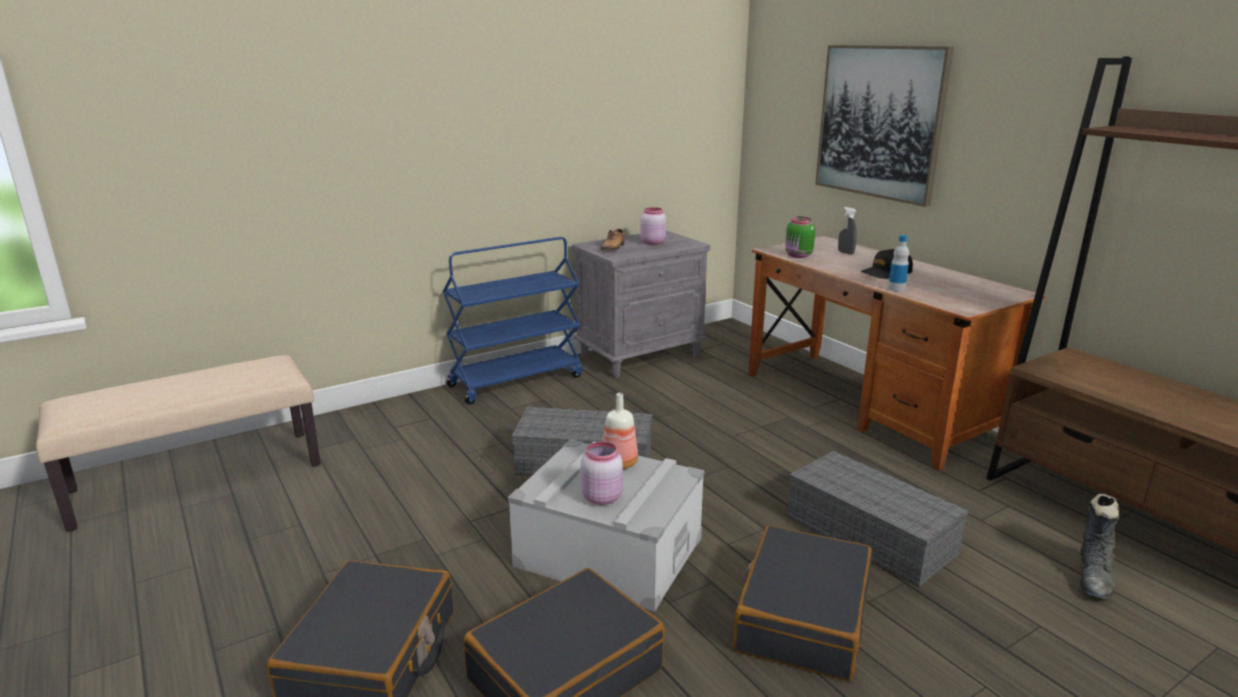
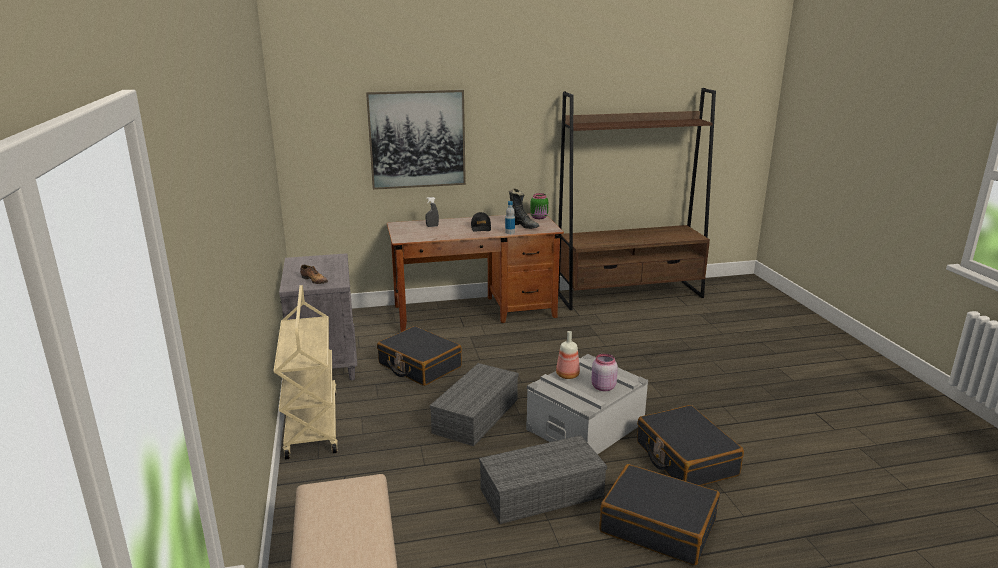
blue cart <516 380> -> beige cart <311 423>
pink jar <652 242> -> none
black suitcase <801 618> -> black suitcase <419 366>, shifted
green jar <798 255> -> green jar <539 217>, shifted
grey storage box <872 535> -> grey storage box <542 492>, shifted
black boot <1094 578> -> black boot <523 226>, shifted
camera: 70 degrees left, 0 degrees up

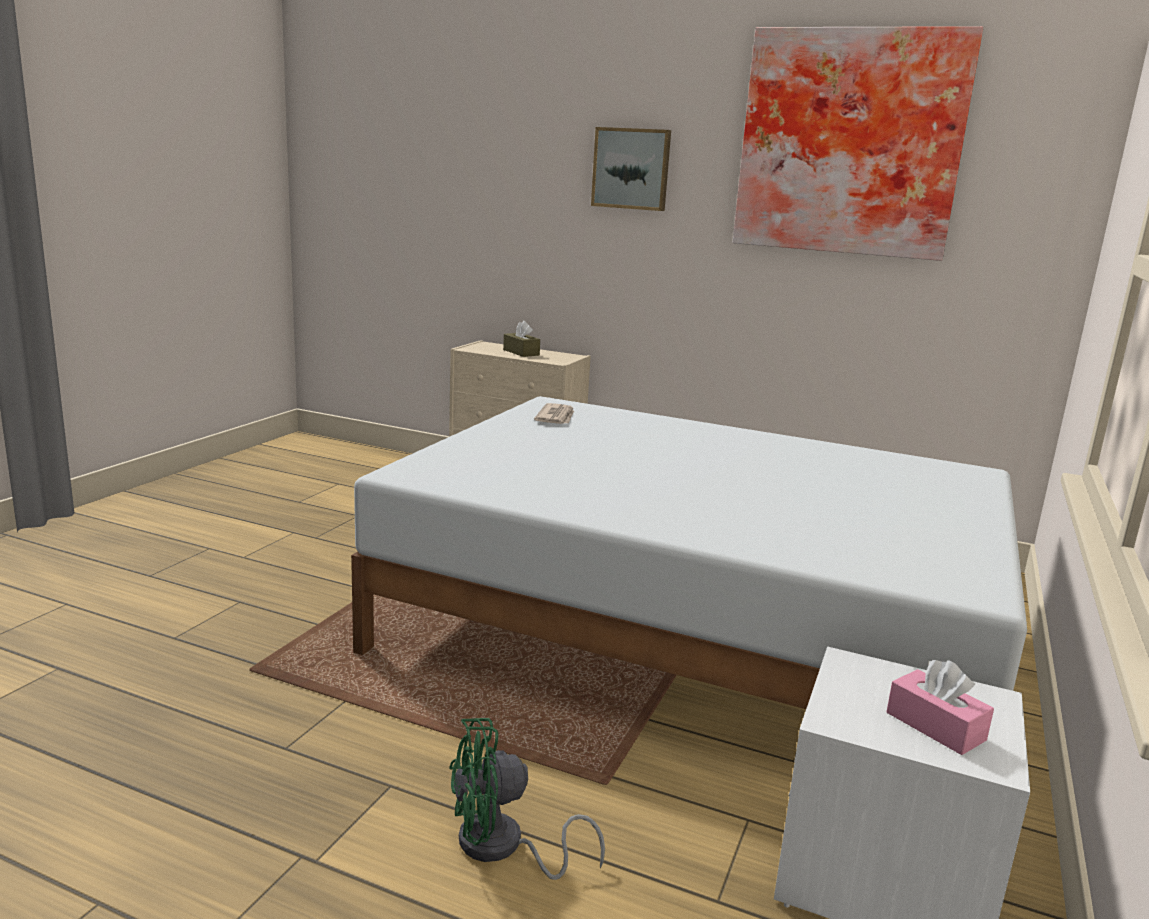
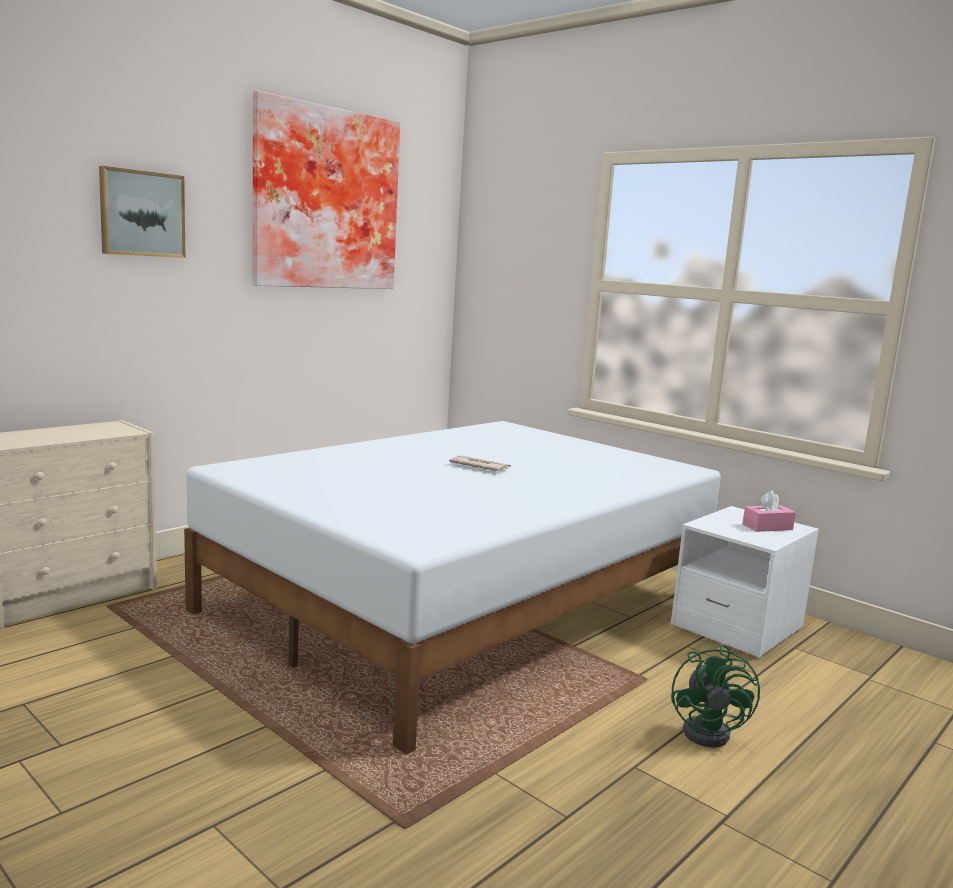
brown tissue box <521 352> -> none
newspaper <556 417> -> newspaper <479 466>, shifted
camera: 70 degrees left, 5 degrees down

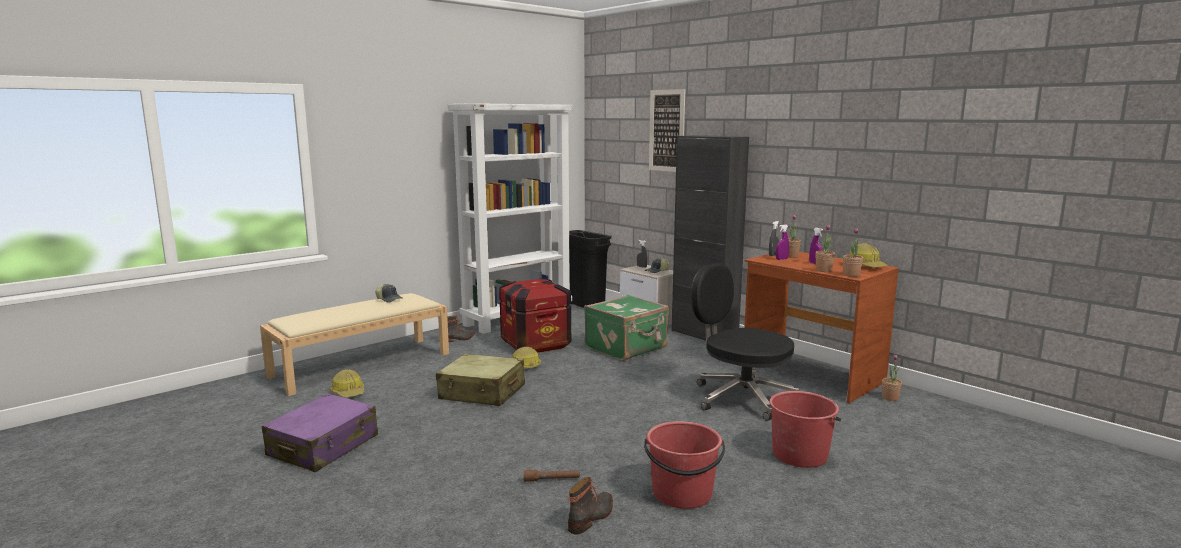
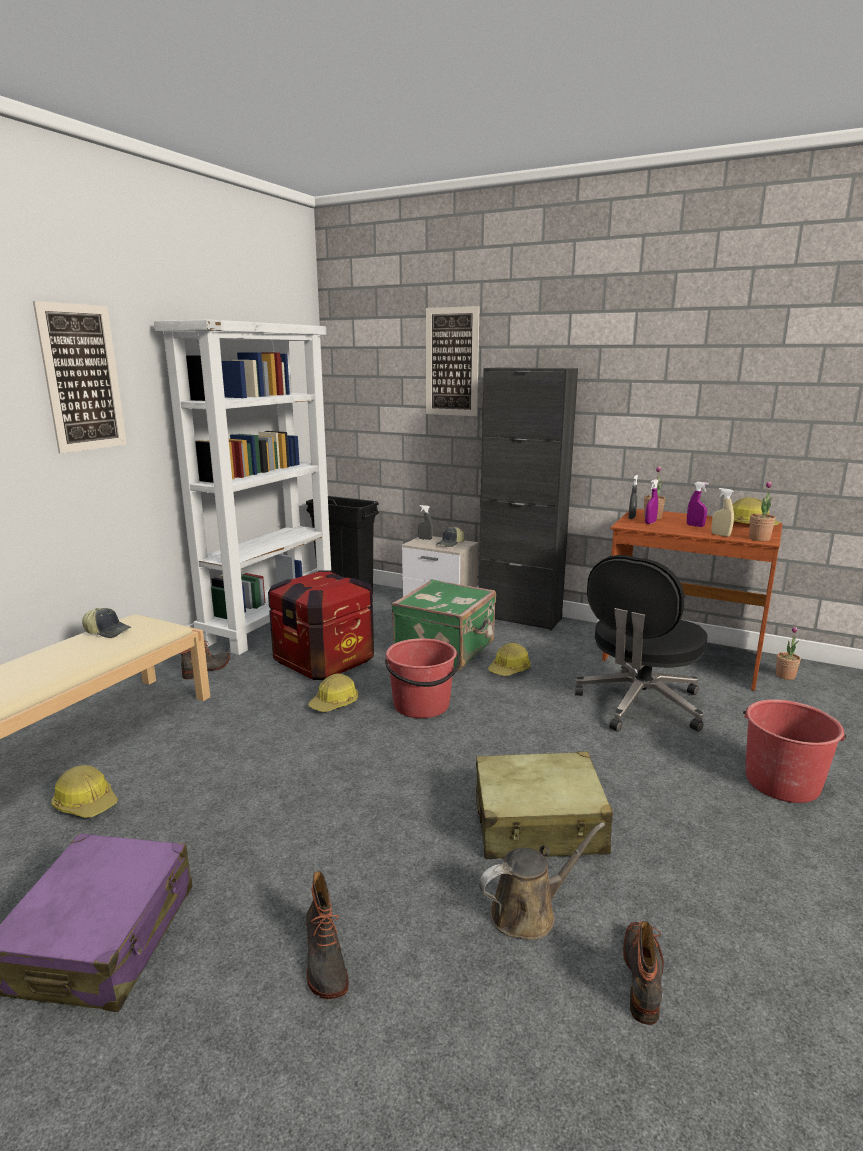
beige suitcase <482 392> -> beige suitcase <539 824>, shifted
brown flashlight <551 480> -> brown watering can <529 912>
red bucket <682 494> -> red bucket <422 705>, shifted
black office chair <740 398> -> black office chair <639 704>, 75 degrees counterclockwise
potted plant <823 270> -> beige spray bottle <720 535>
none -> picture <82 378>
none -> boot <324 961>
none -> hard hat <509 669>
camera: 20 degrees left, 5 degrees up

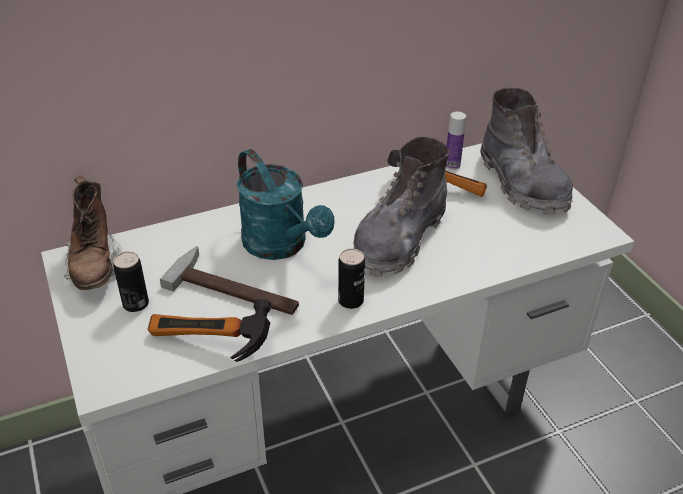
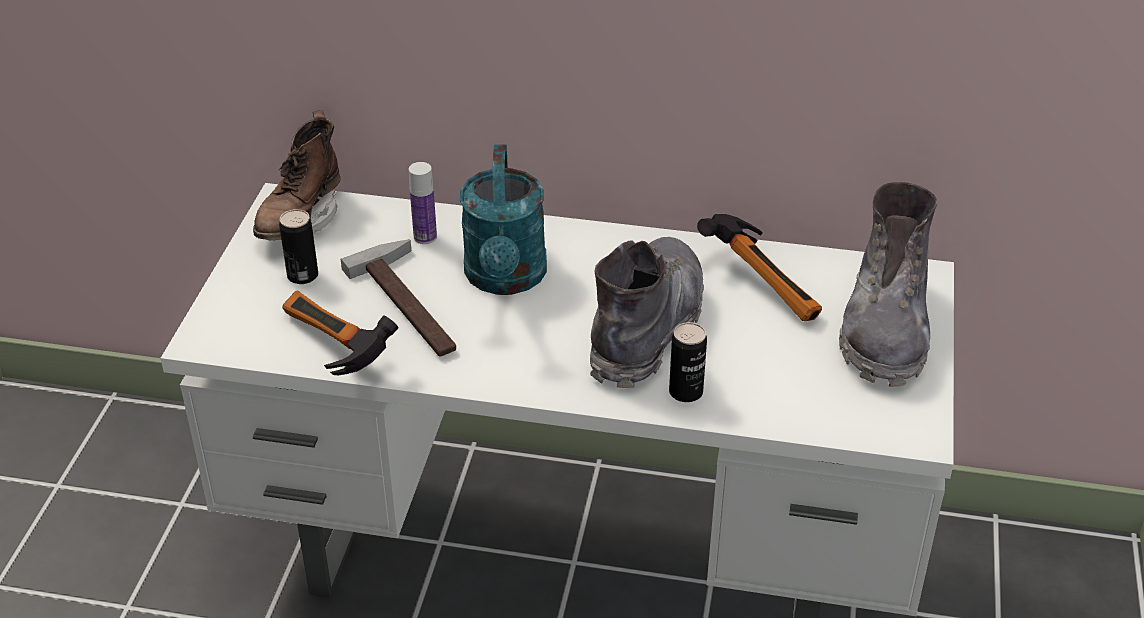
can <350 301> -> can <685 392>, shifted
grey boot <399 239> -> grey boot <647 329>, 135 degrees clockwise
bottle <452 165> -> bottle <425 237>, shifted
camera: 35 degrees right, 0 degrees up

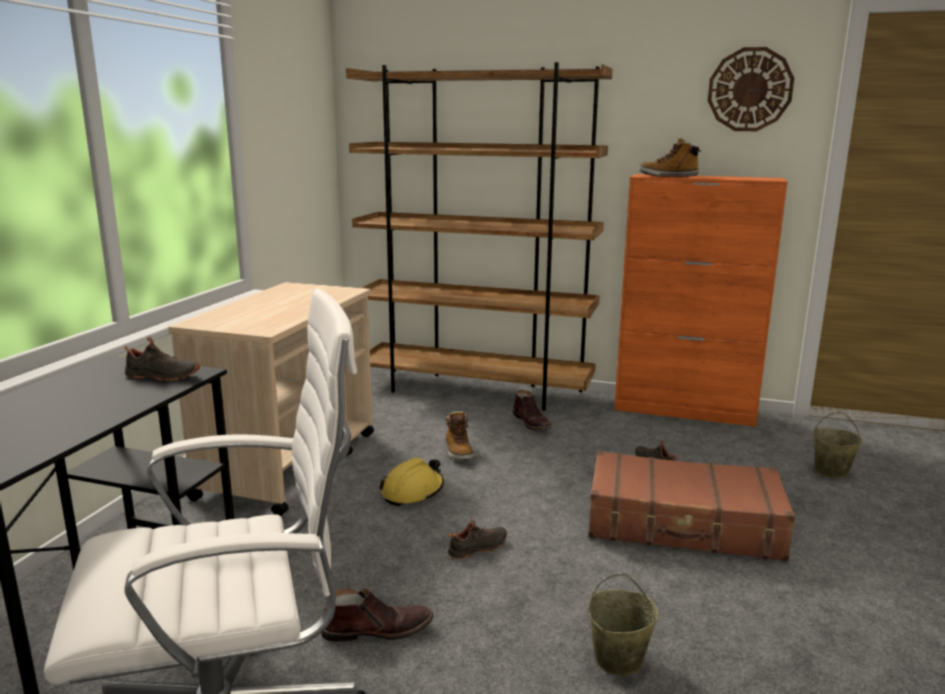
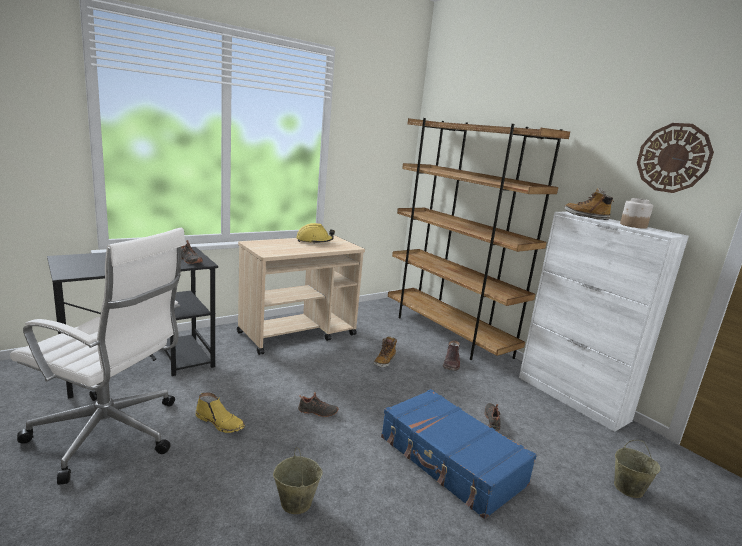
brown boot <377 629> -> yellow boot <220 422>
yellow hard hat <413 492> -> yellow hard hat <314 241>, shifted
brown suitcase <683 525> -> blue suitcase <450 461>
orange cabinet <685 410> -> white cabinet <572 398>
none -> jar <633 226>
camera: 35 degrees right, 0 degrees up

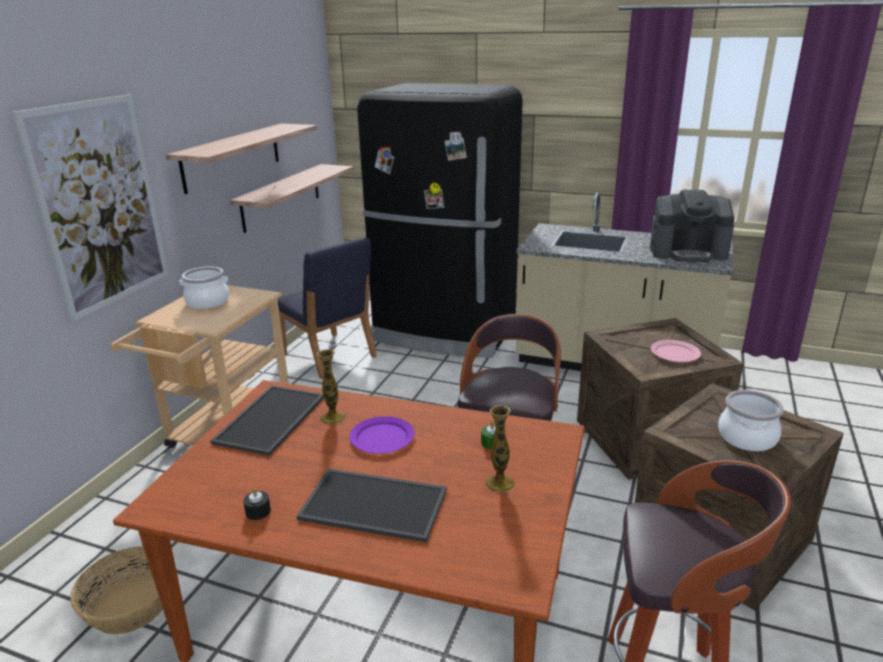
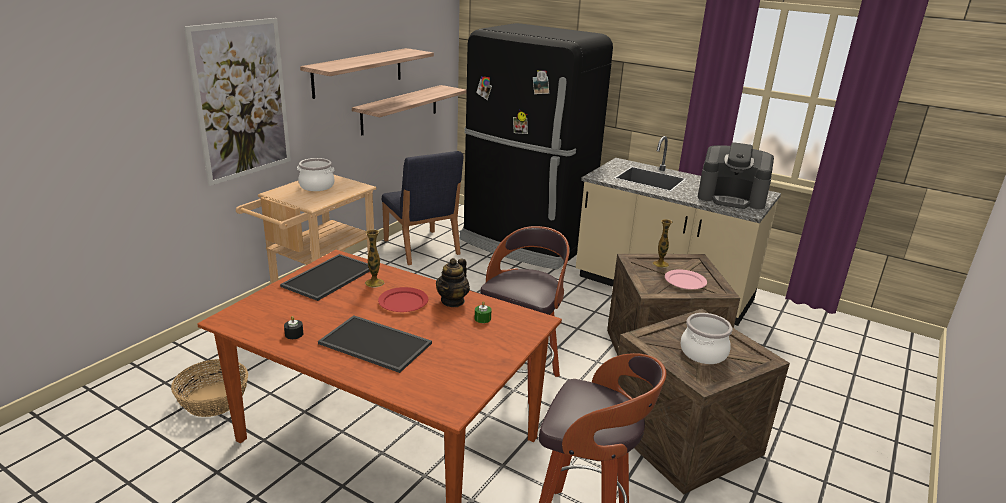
purple plate <381 437> -> red plate <403 302>
vase <500 483> -> vase <660 264>, shifted
none -> teapot <453 301>
camera: 10 degrees right, 0 degrees up

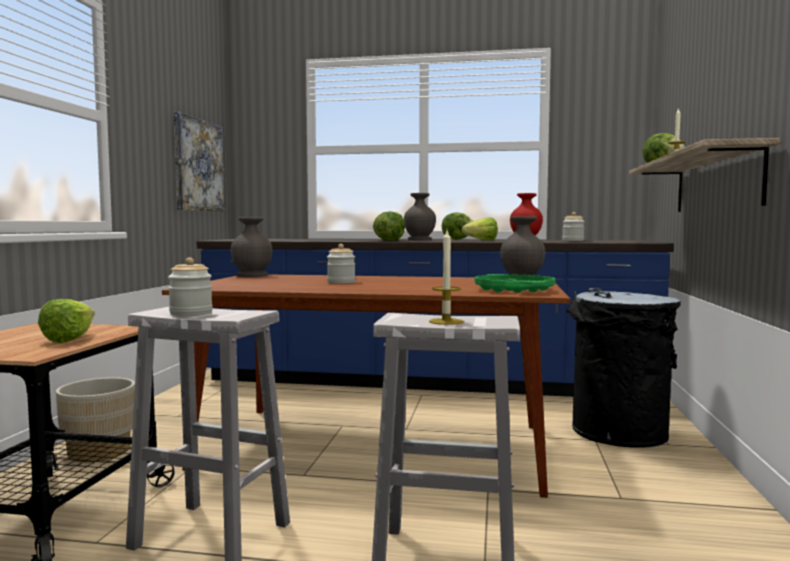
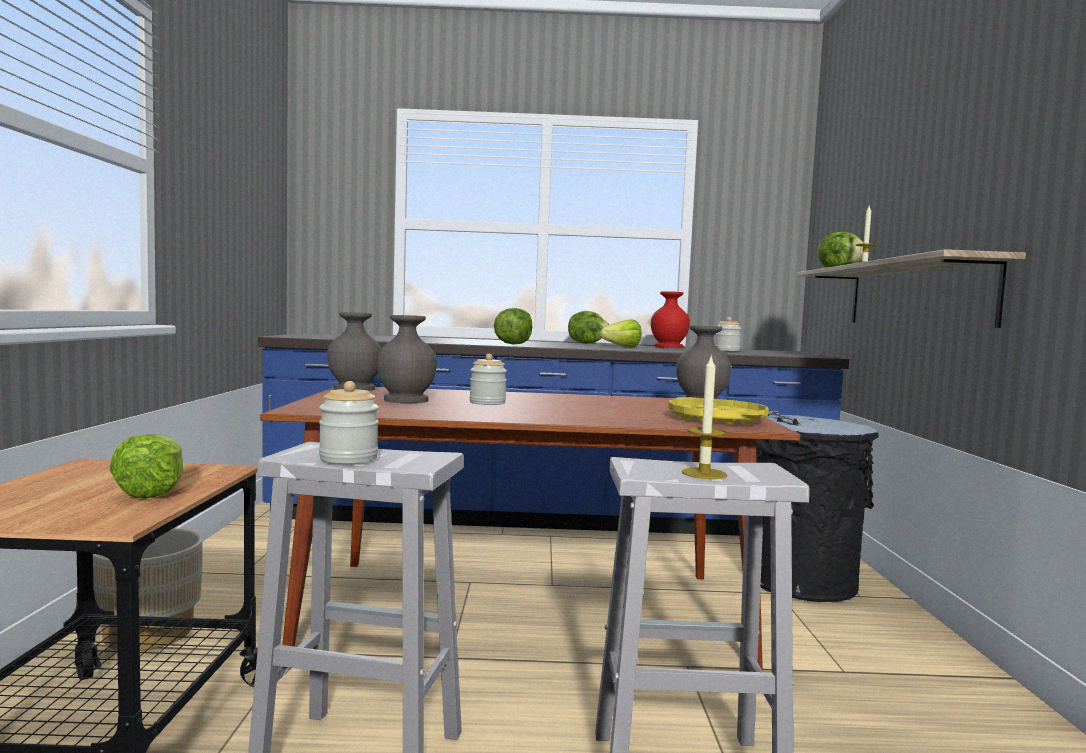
picture <198 165> -> none
grey vase <419 240> -> grey vase <405 400>, shifted
green tray <514 290> -> yellow tray <716 419>
camera: 10 degrees left, 0 degrees up

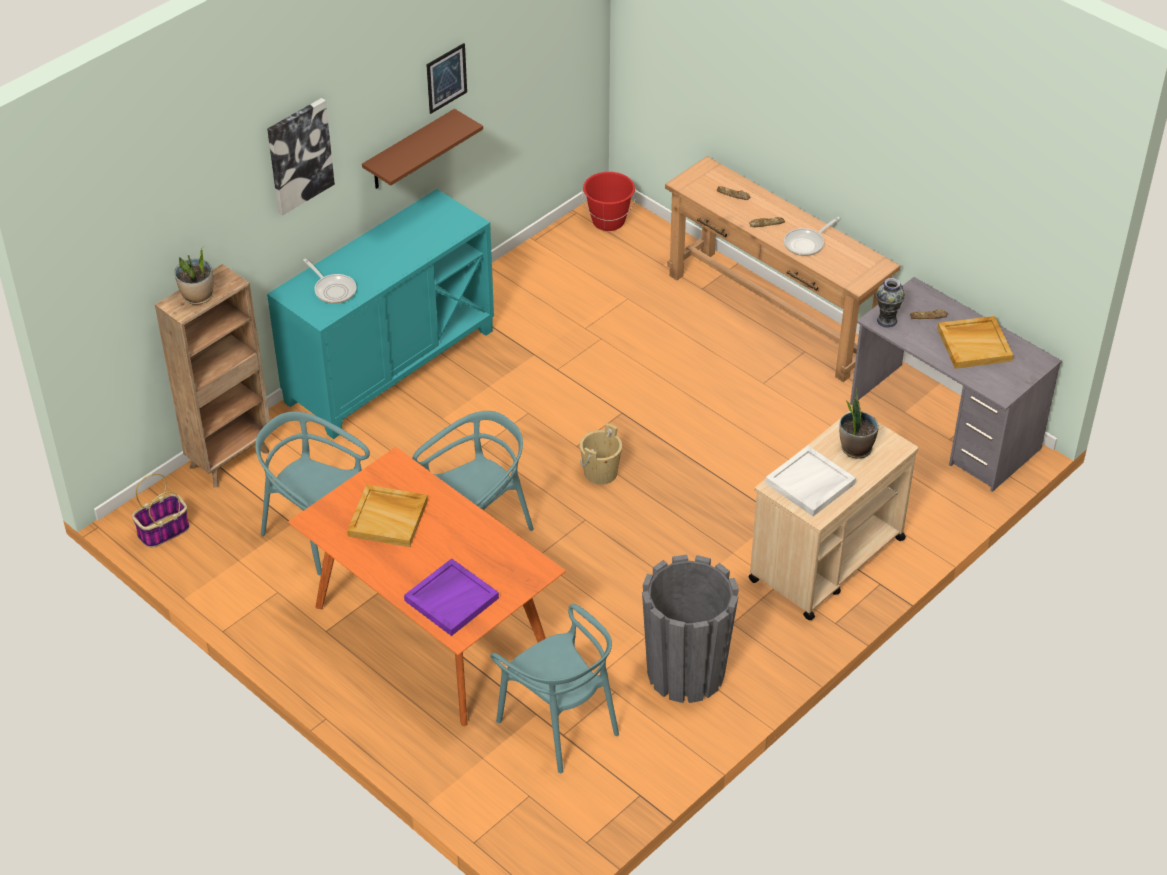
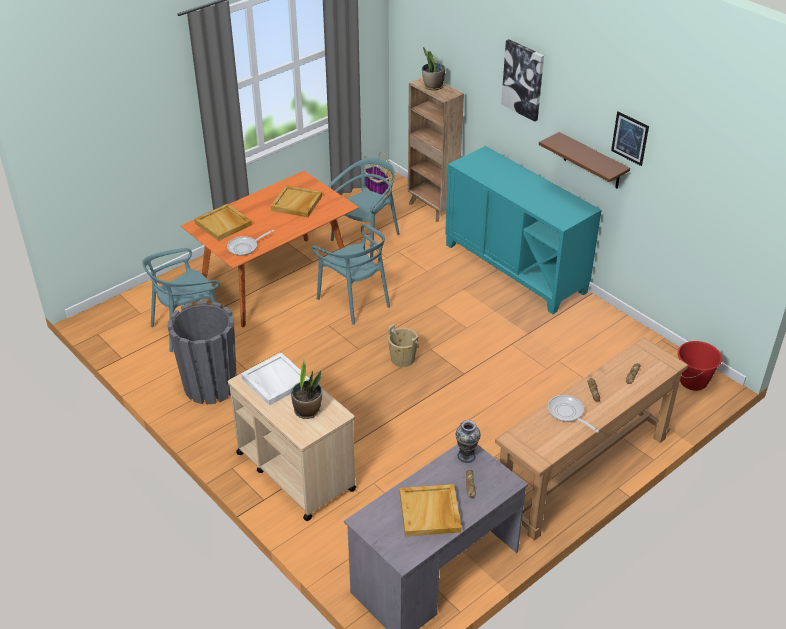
frying pan <333 290> -> frying pan <245 247>, shifted
purple tray <451 599> -> beige tray <224 224>
camera: 95 degrees right, 5 degrees down

